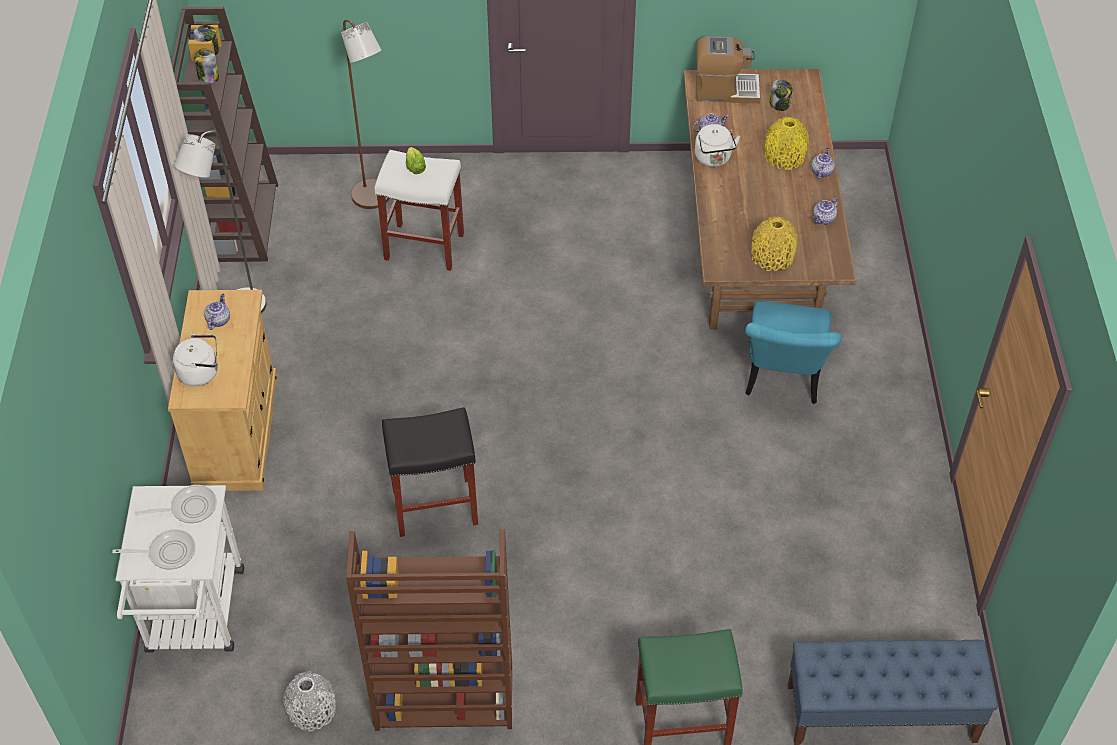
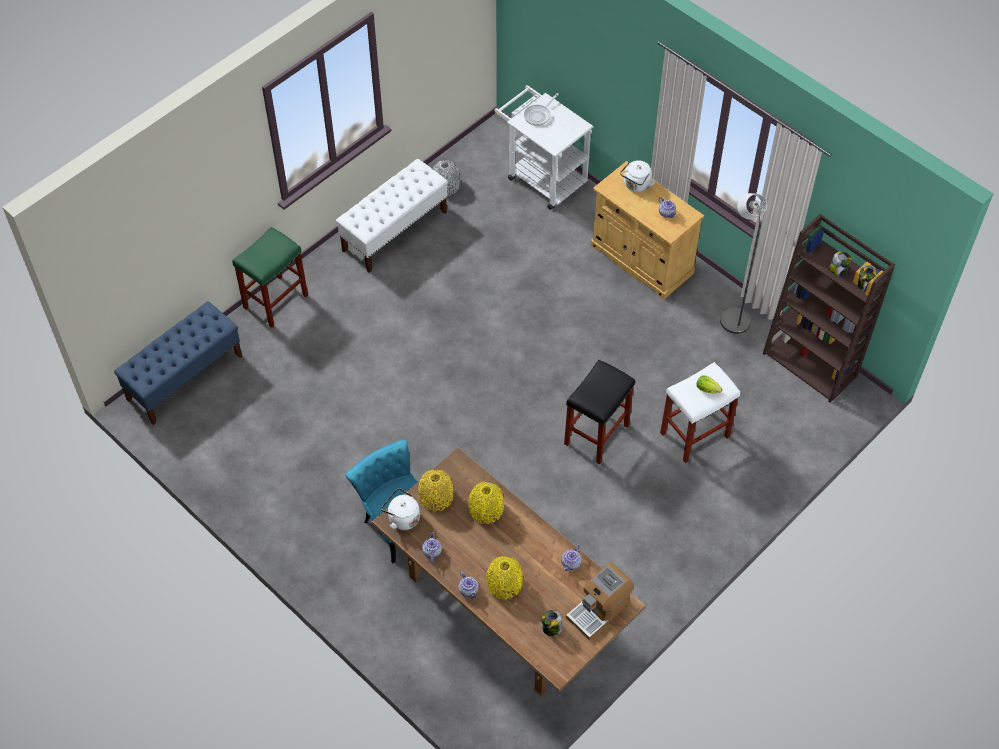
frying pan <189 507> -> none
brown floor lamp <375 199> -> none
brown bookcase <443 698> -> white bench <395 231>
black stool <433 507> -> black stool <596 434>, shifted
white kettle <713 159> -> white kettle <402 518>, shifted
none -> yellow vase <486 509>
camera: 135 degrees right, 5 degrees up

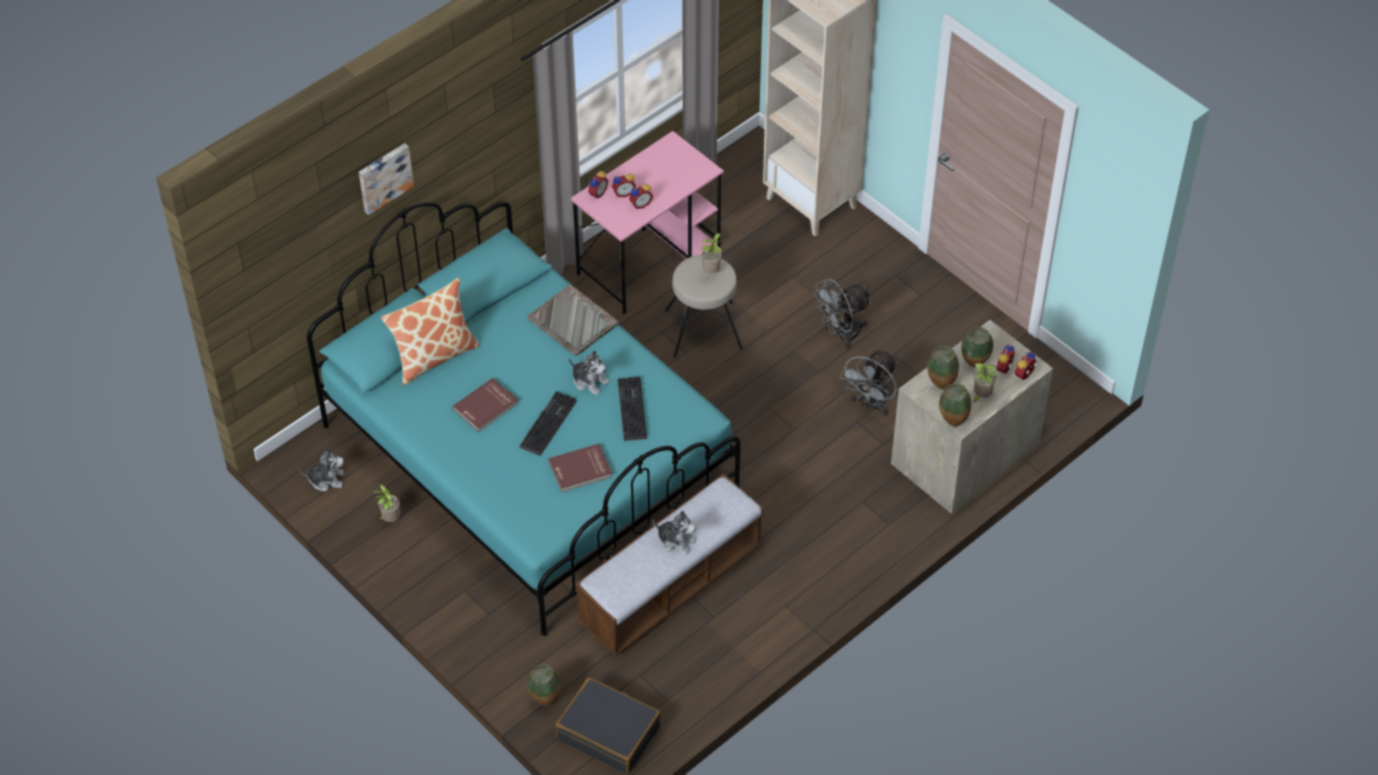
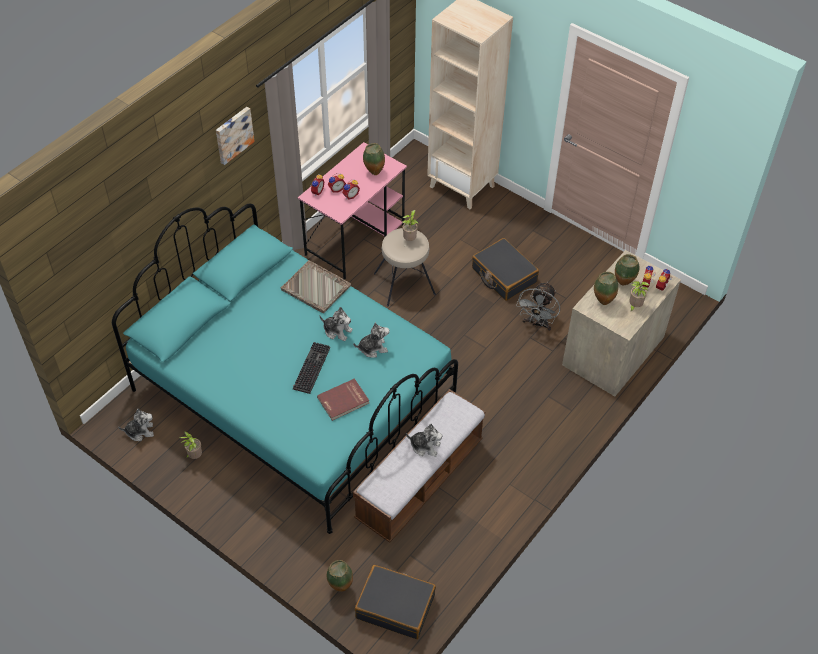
picture <384 177> -> picture <233 134>, shifted
pillow <434 356> -> none
red book <486 407> -> none
keyboard <630 408> -> plush toy <372 348>
grey fan <840 334> -> black suitcase <503 275>
vase <952 423> -> vase <374 173>, shifted
camera: 10 degrees left, 0 degrees up

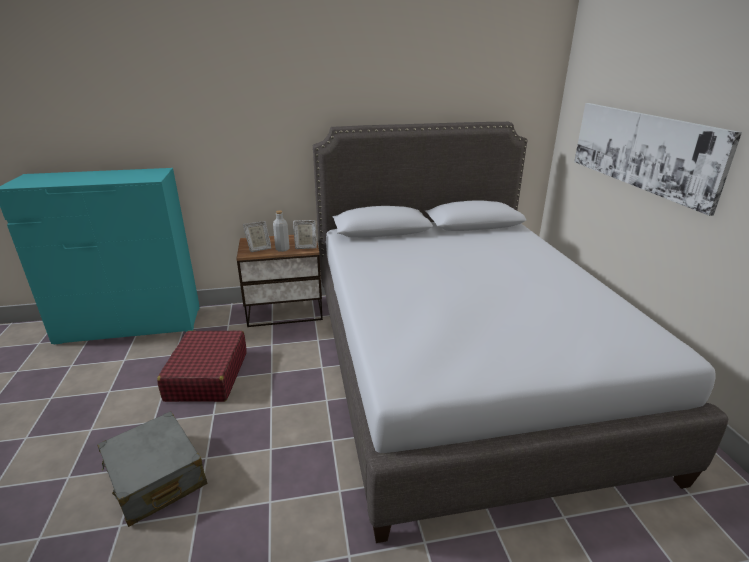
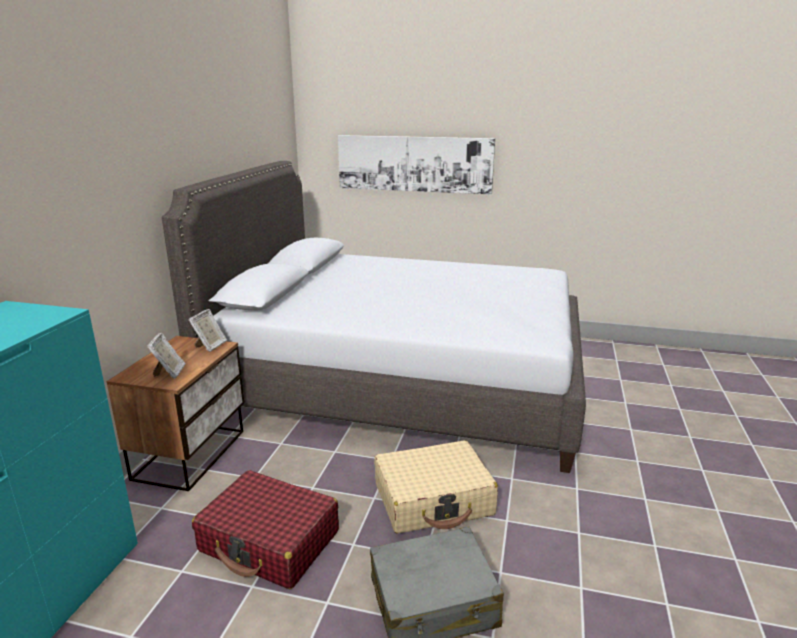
grey bottle <282 249> -> none
none -> beige suitcase <434 500>
camera: 65 degrees left, 5 degrees down

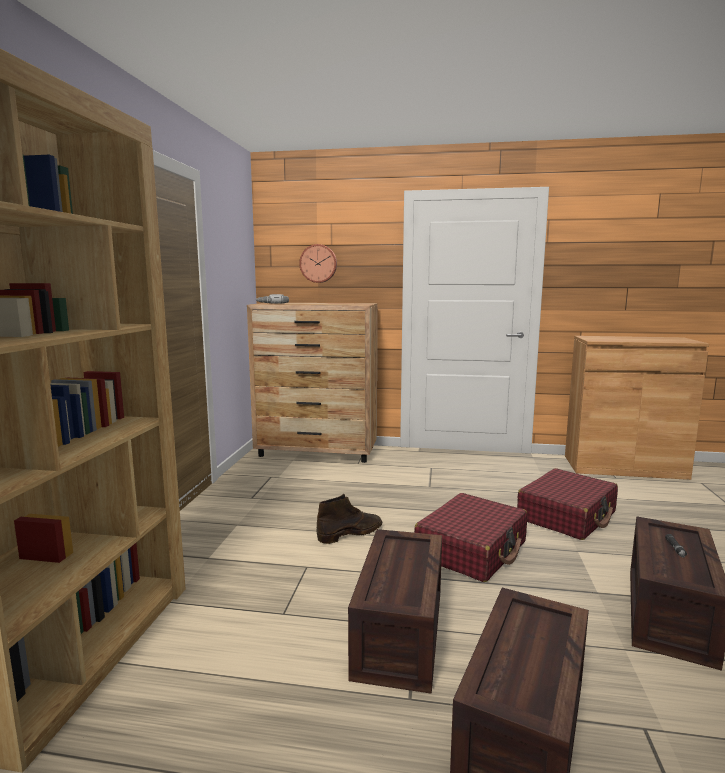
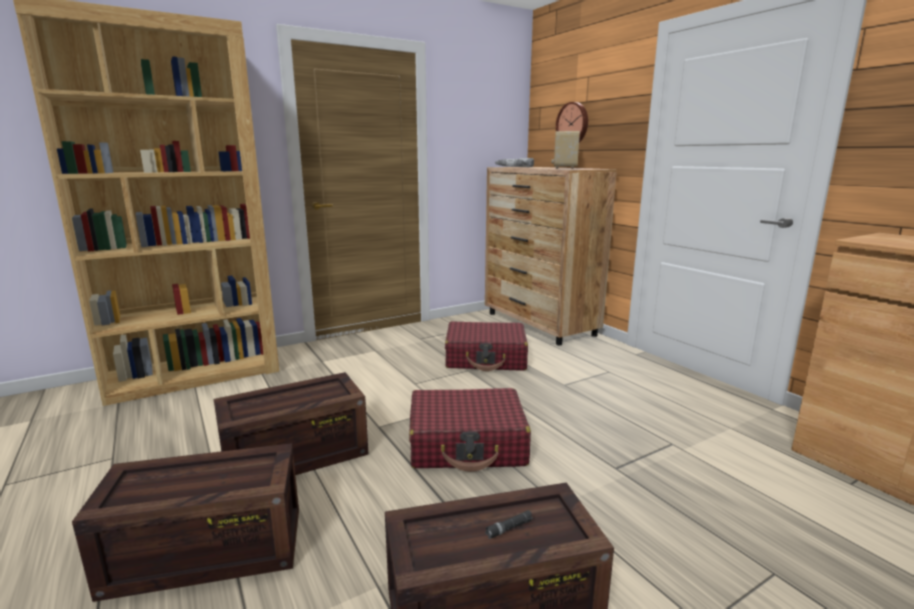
brown boot <350 533> -> none
red suitcase <567 516> -> red suitcase <486 358>, shifted
none -> radio <564 168>
camera: 50 degrees right, 5 degrees up

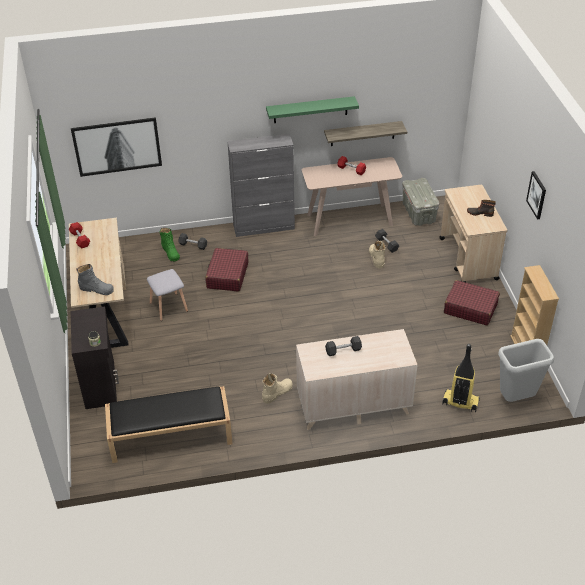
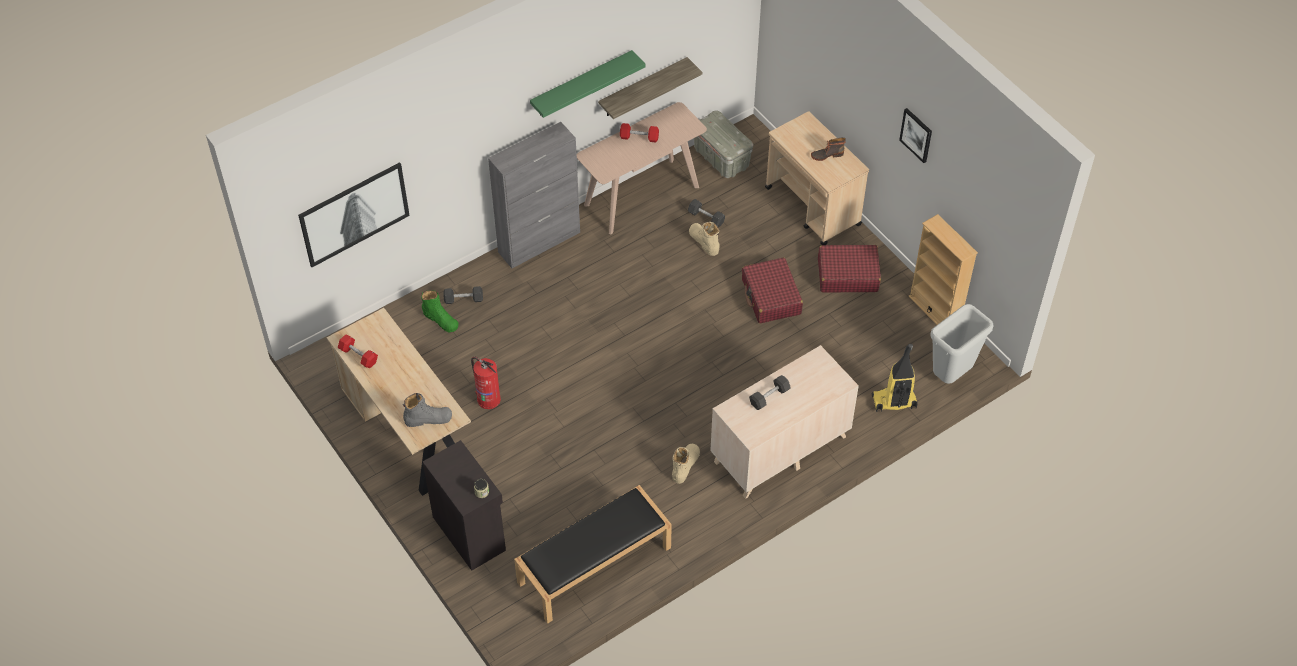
grey stool <169 307> -> fire extinguisher <488 399>
red suitcase <227 275> -> red suitcase <771 297>, shifted
camera: 25 degrees left, 10 degrees up

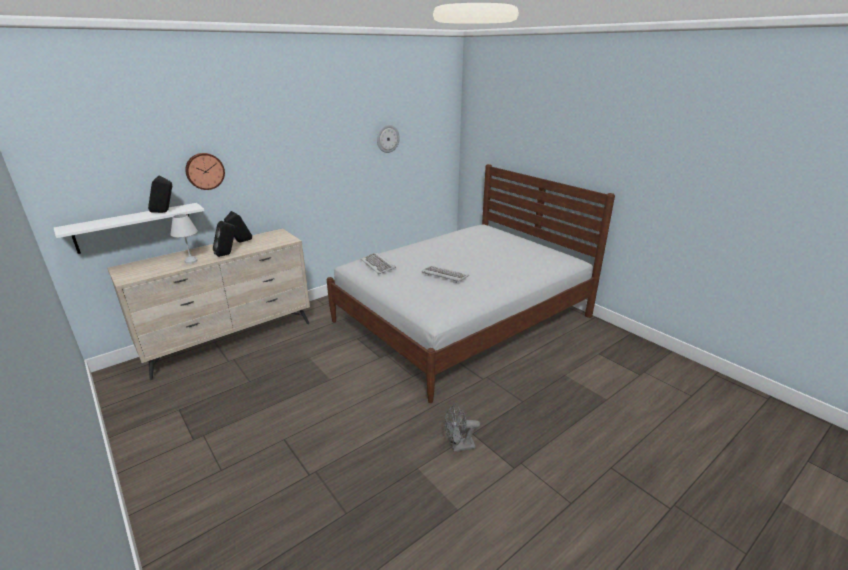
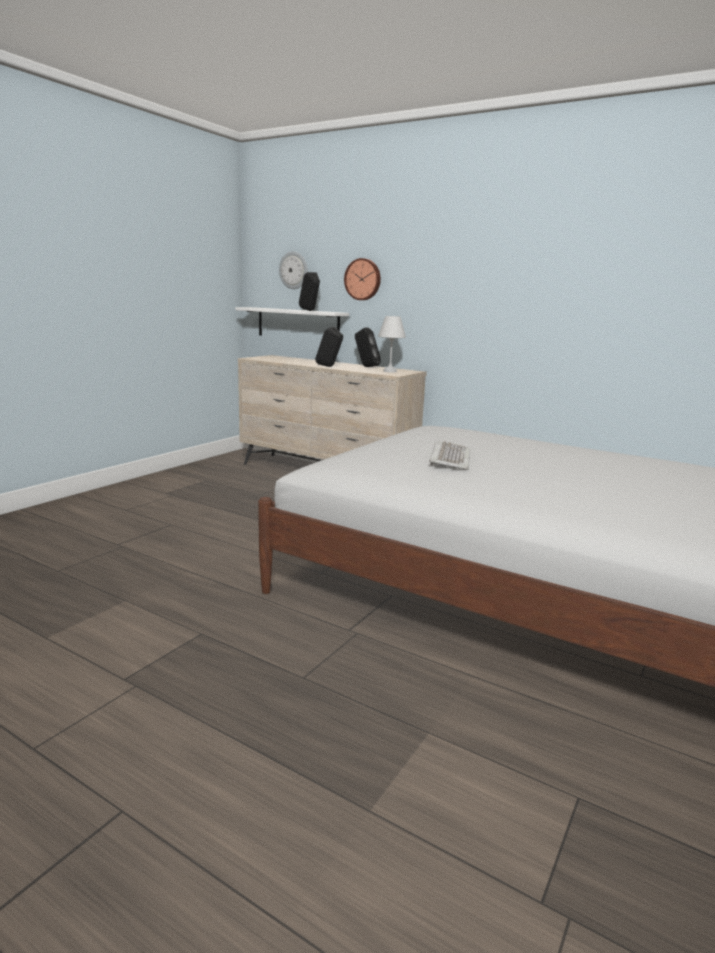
white table lamp <191 261> -> white table lamp <390 371>, shifted
keyboard <378 265> -> none
wall clock <387 138> -> wall clock <294 270>, shifted
grey fan <459 446> -> none
camera: 70 degrees right, 10 degrees down

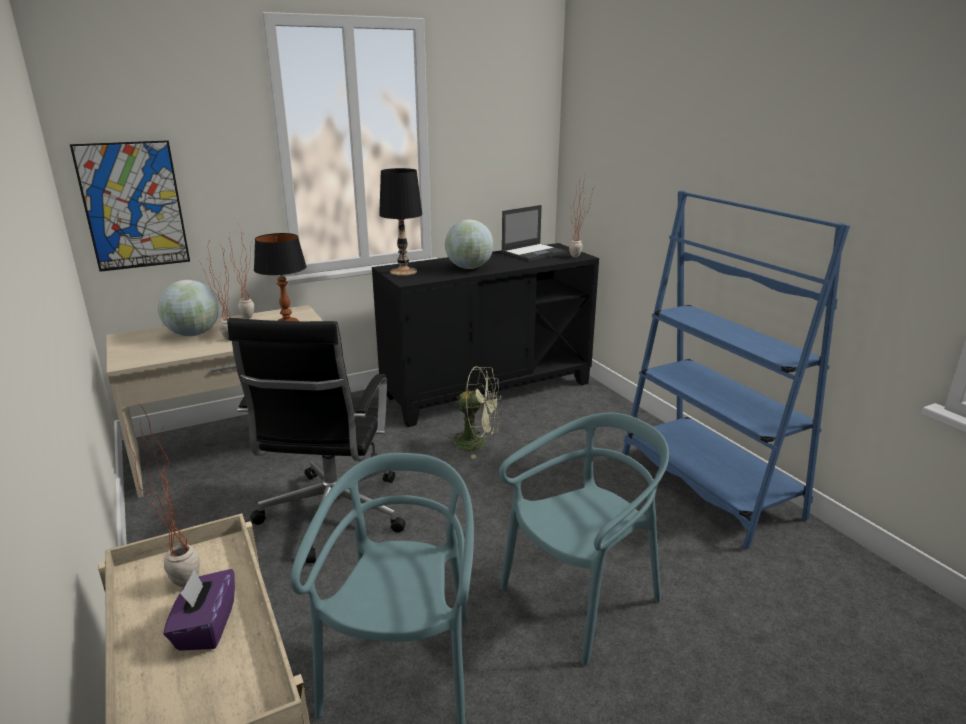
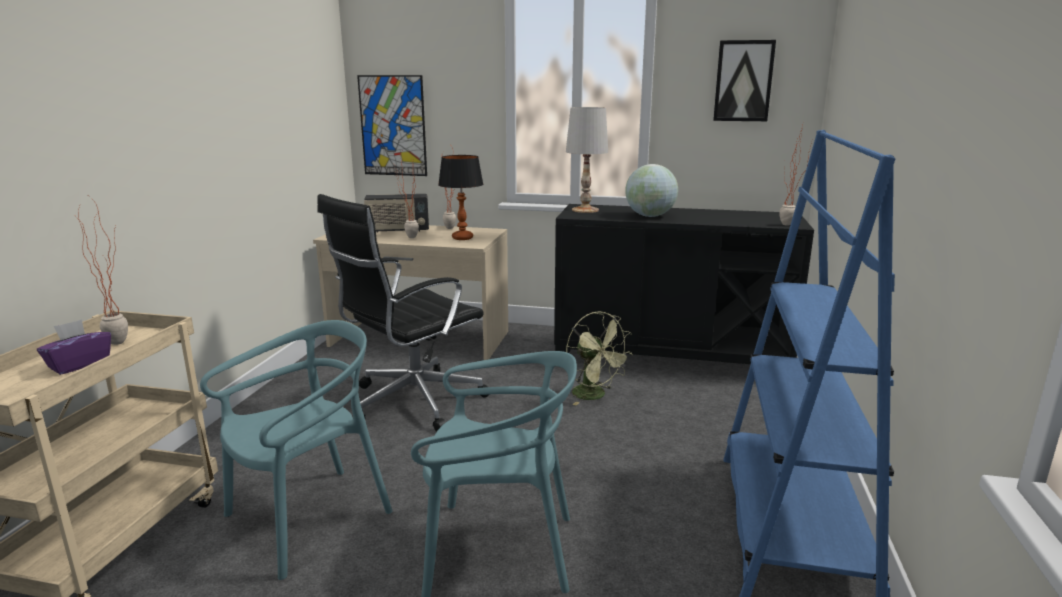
globe <193 334> -> radio <398 230>
black table lamp <404 272> -> white table lamp <585 210>
laptop <534 252> -> none
none -> picture <743 81>
camera: 40 degrees right, 5 degrees down

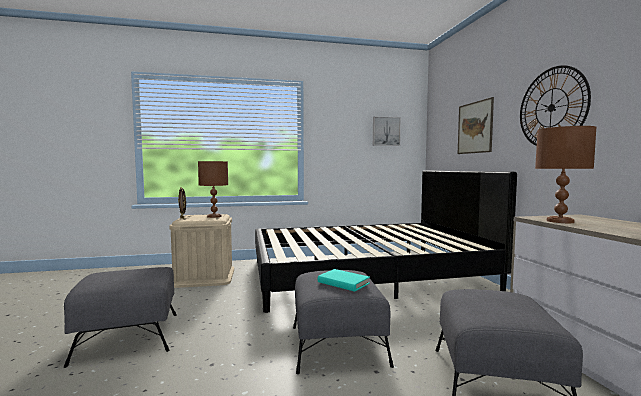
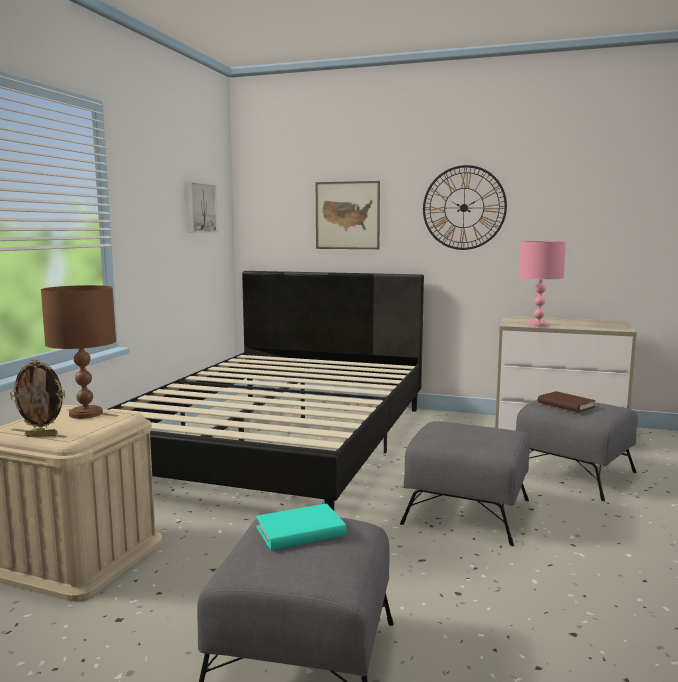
turquoise book <343 283> -> turquoise book <300 532>, shifted
brown table lamp <559 221> -> pink table lamp <538 325>
none -> brown book <565 405>
camera: 60 degrees left, 5 degrees up

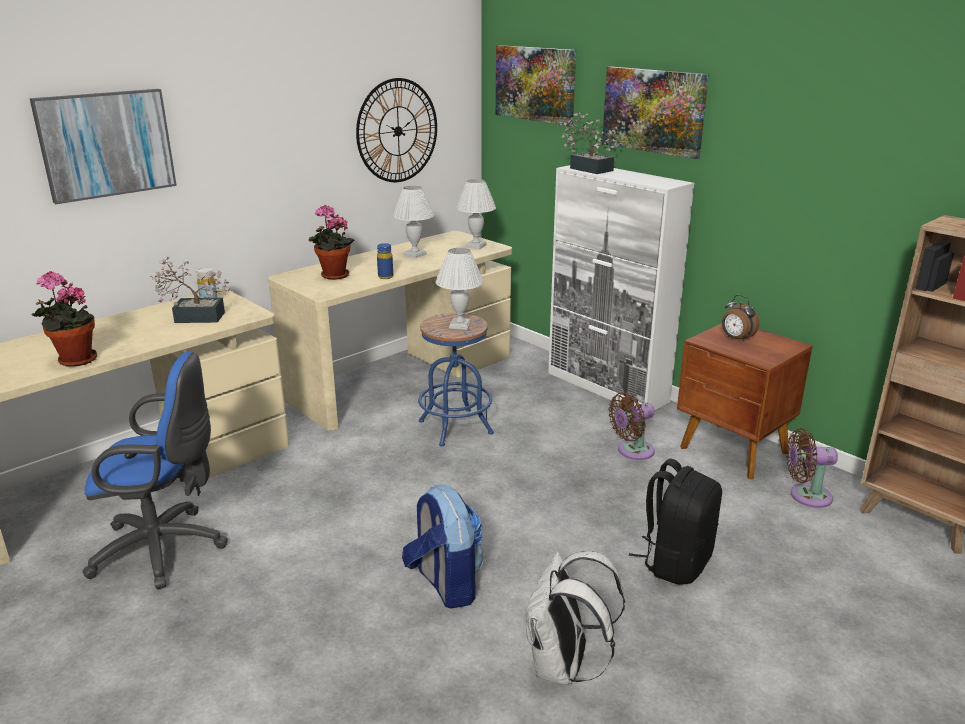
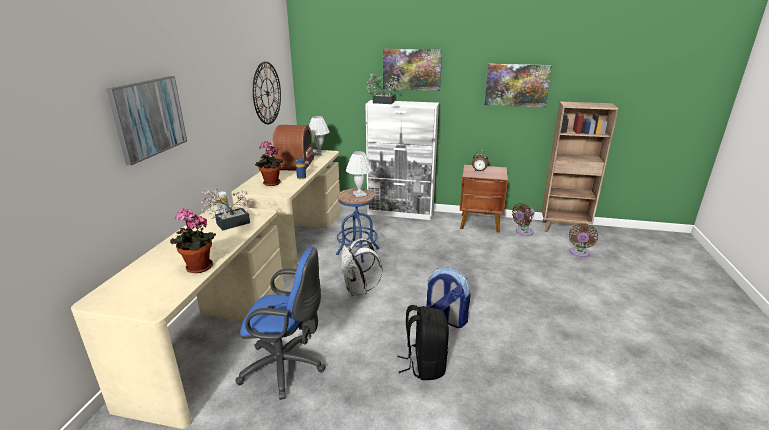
blue office chair <166 549> -> blue office chair <287 368>, 45 degrees clockwise
white table lamp <415 254> -> radio <295 164>
picture <535 84> -> picture <517 85>, shifted
white backpack <563 667> -> white backpack <358 290>, shifted
brown fan <632 451> -> brown fan <579 253>, shifted
black backpack <675 562> -> black backpack <424 365>, shifted
camera: 35 degrees left, 0 degrees up

